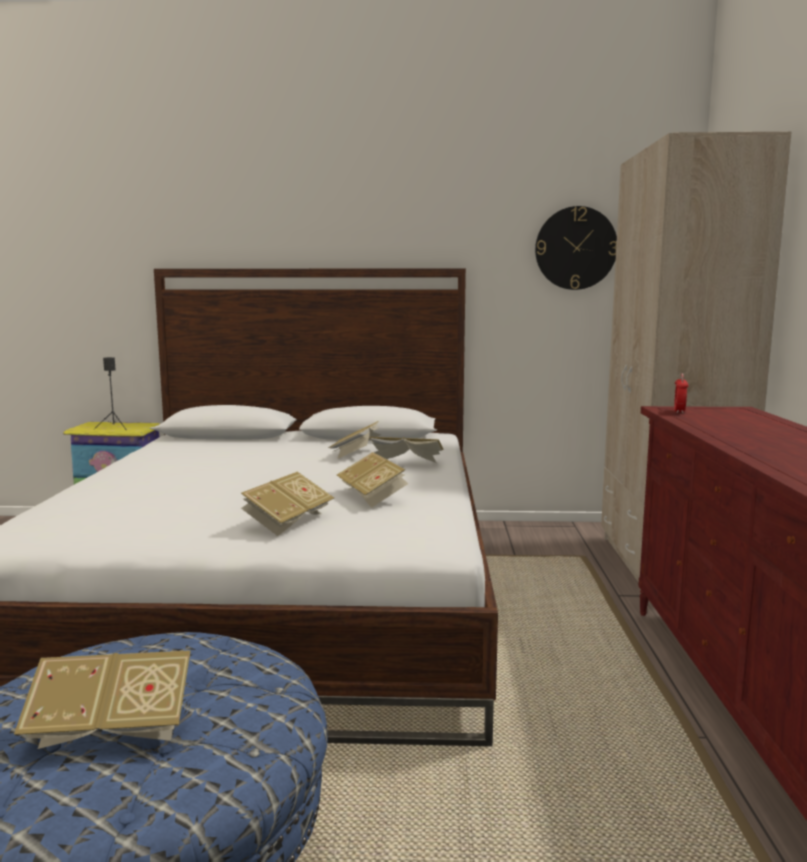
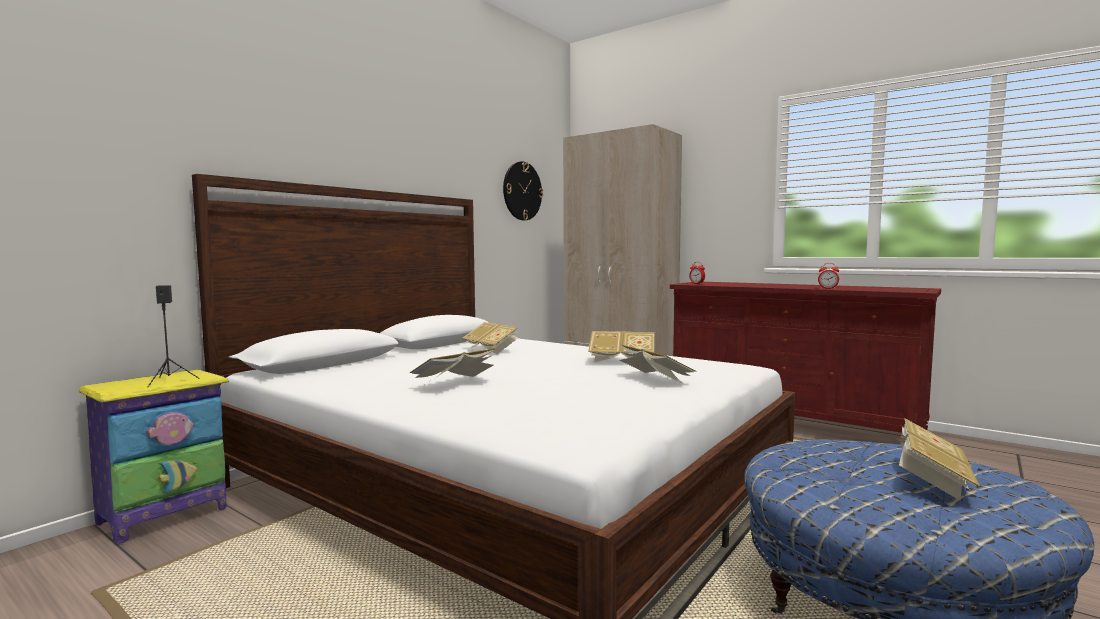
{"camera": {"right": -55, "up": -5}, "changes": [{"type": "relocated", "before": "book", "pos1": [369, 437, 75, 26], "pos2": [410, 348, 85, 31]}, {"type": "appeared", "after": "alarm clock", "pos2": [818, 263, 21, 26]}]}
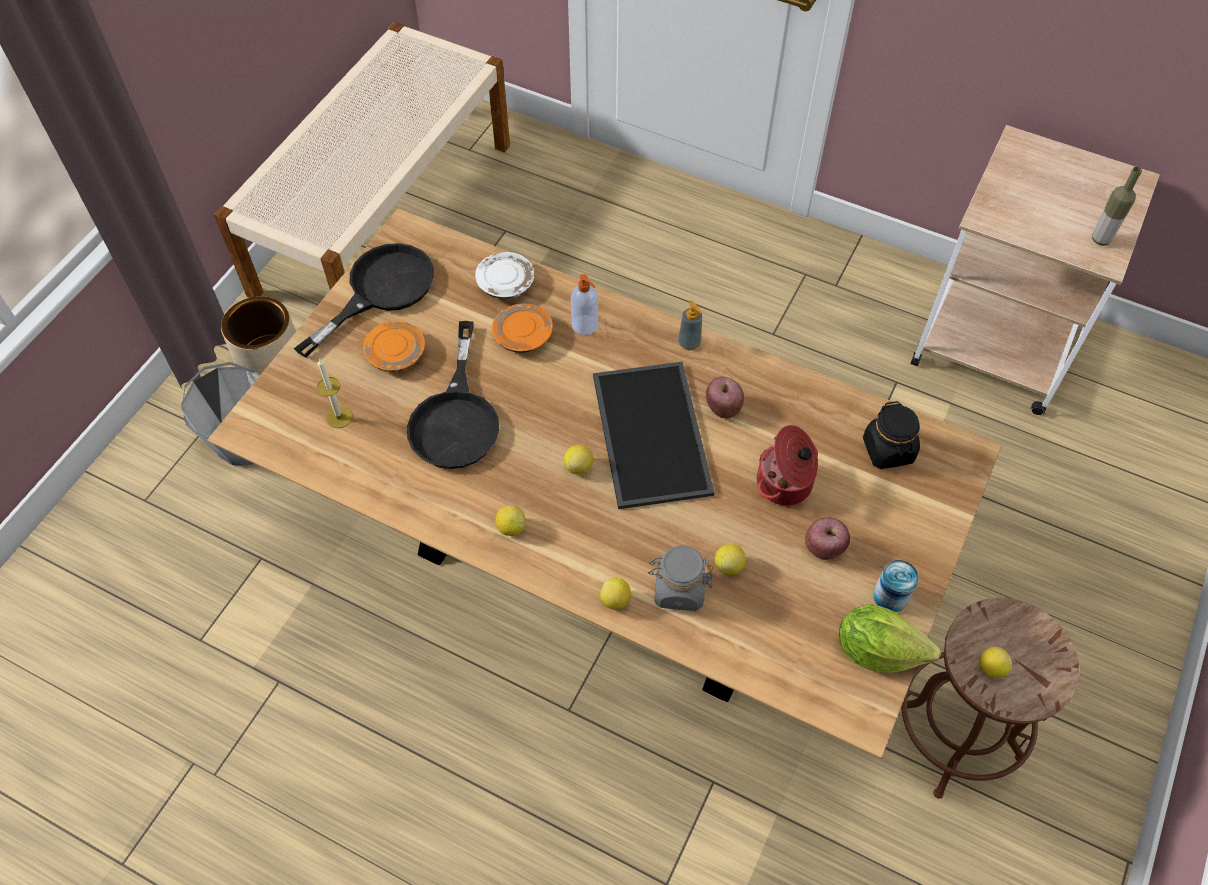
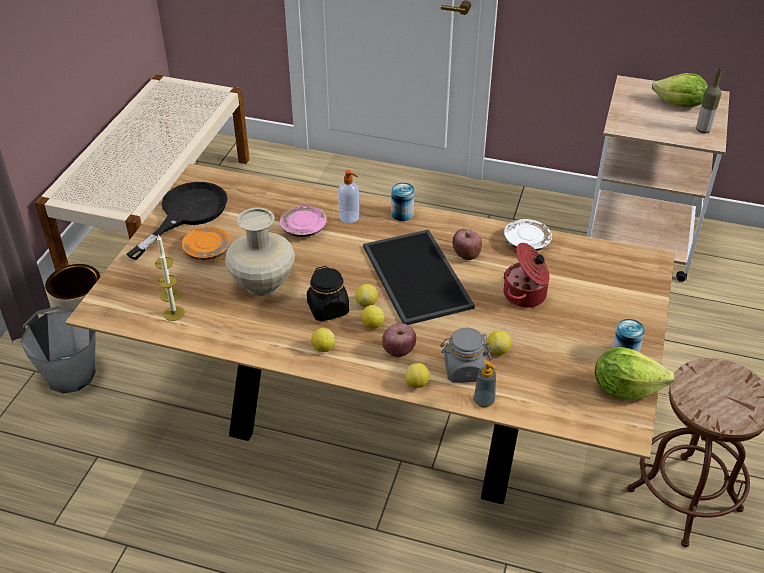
{"camera": {"right": -10, "up": -15}, "changes": [{"type": "relocated", "before": "plate in white", "pos1": [475, 252, 59, 47], "pos2": [504, 219, 48, 32]}, {"type": "relocated", "before": "soap dispenser", "pos1": [678, 301, 24, 49], "pos2": [474, 360, 24, 48]}, {"type": "colour", "before": "plate in orange", "after": "plate in pink", "pos1": [492, 304, 61, 49], "pos2": [280, 206, 47, 31]}, {"type": "exchanged", "before": "frying pan in black", "after": "vase in beige", "pos1": [407, 321, 92, 148], "pos2": [225, 208, 70, 88]}, {"type": "relocated", "before": "jar in black", "pos1": [863, 401, 57, 68], "pos2": [307, 266, 42, 55]}, {"type": "relocated", "before": "apple", "pos1": [805, 518, 45, 42], "pos2": [382, 323, 34, 34]}, {"type": "relocated", "before": "lemon", "pos1": [980, 646, 32, 32], "pos2": [361, 305, 23, 24]}, {"type": "appeared", "after": "lettuce", "pos2": [652, 73, 56, 34]}, {"type": "appeared", "after": "can", "pos2": [391, 183, 23, 38]}, {"type": "appeared", "after": "candle", "pos2": [158, 254, 27, 67]}]}
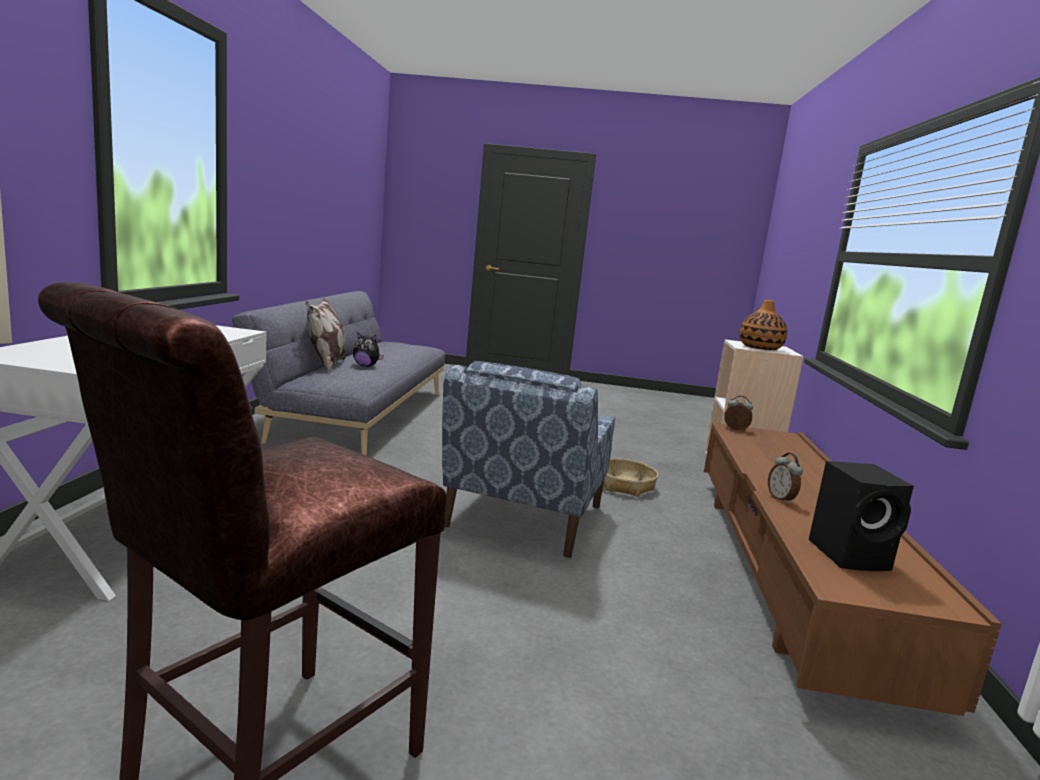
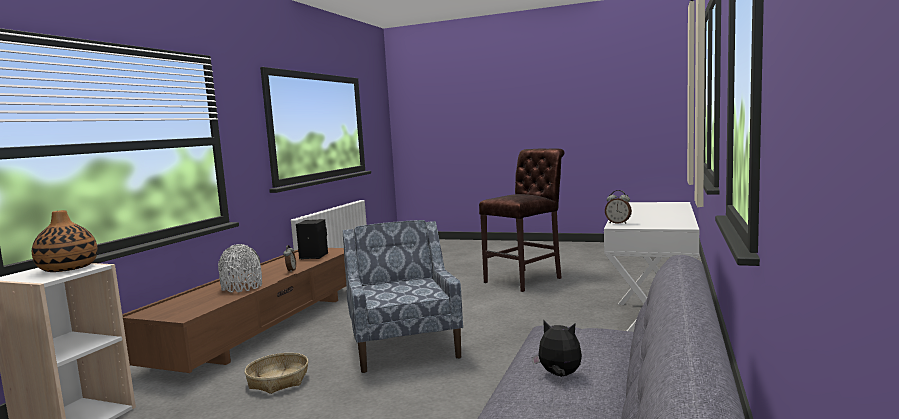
{"camera": {"right": -165, "up": -5}, "changes": [{"type": "missing", "before": "pillow", "pos1": [305, 297, 41, 76]}, {"type": "spun", "before": "armchair in blue", "pos1": [442, 361, 173, 197], "pos2": [343, 220, 120, 153], "turn": -45}, {"type": "relocated", "before": "alarm clock", "pos1": [724, 396, 29, 35], "pos2": [605, 190, 27, 34]}, {"type": "appeared", "after": "vase in grey", "pos2": [218, 244, 44, 49]}]}
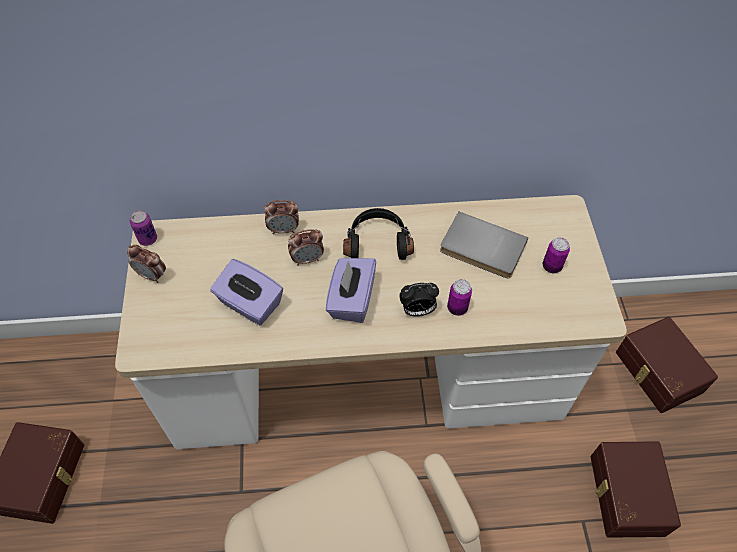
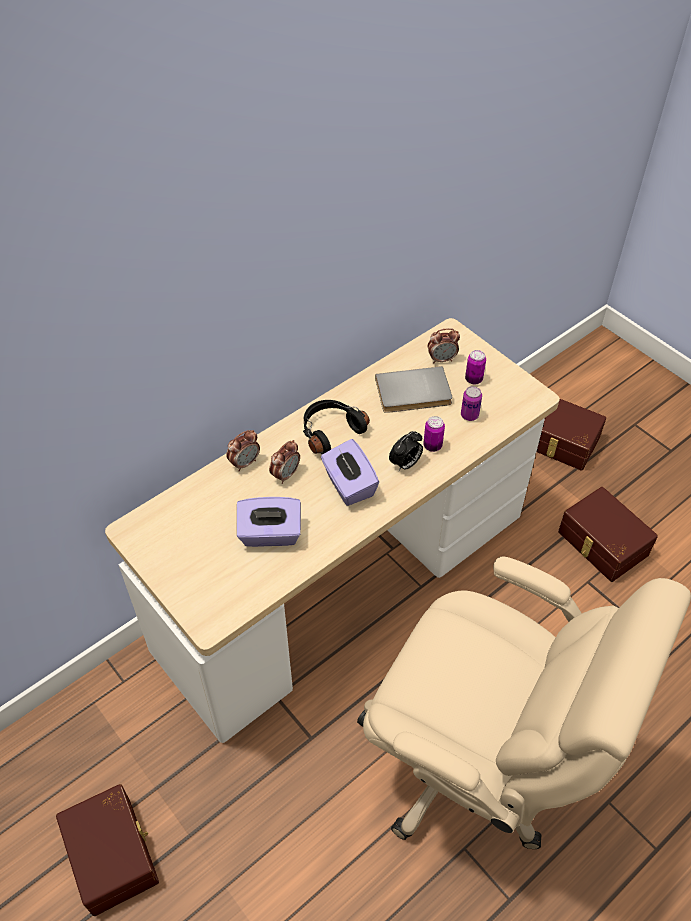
{"camera": {"right": -35, "up": -5}, "changes": [{"type": "relocated", "before": "can", "pos1": [130, 210, 27, 36], "pos2": [461, 386, 21, 35]}, {"type": "relocated", "before": "alarm clock", "pos1": [127, 245, 39, 38], "pos2": [428, 328, 32, 36]}]}
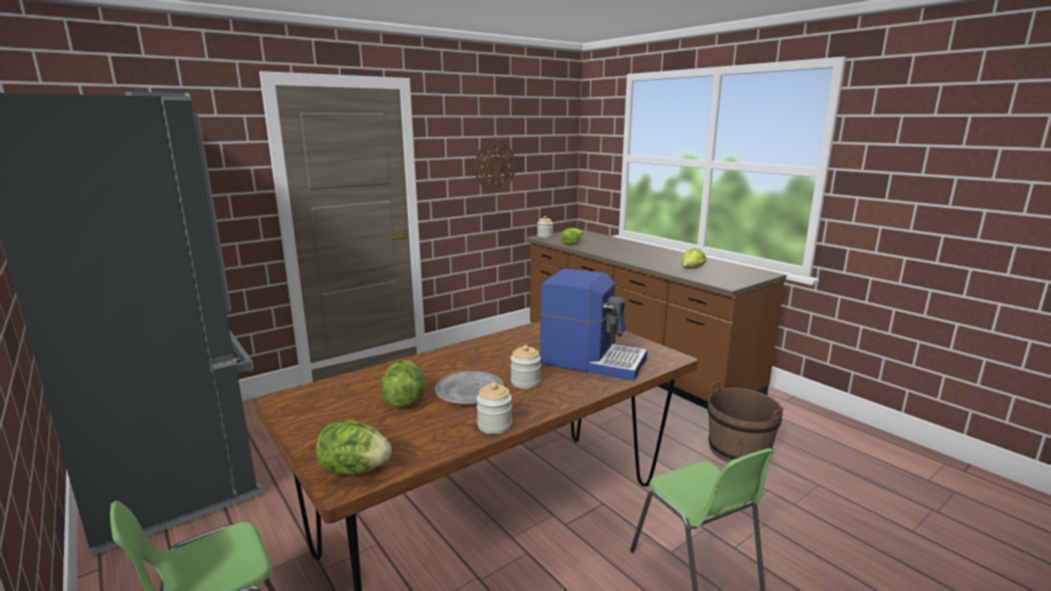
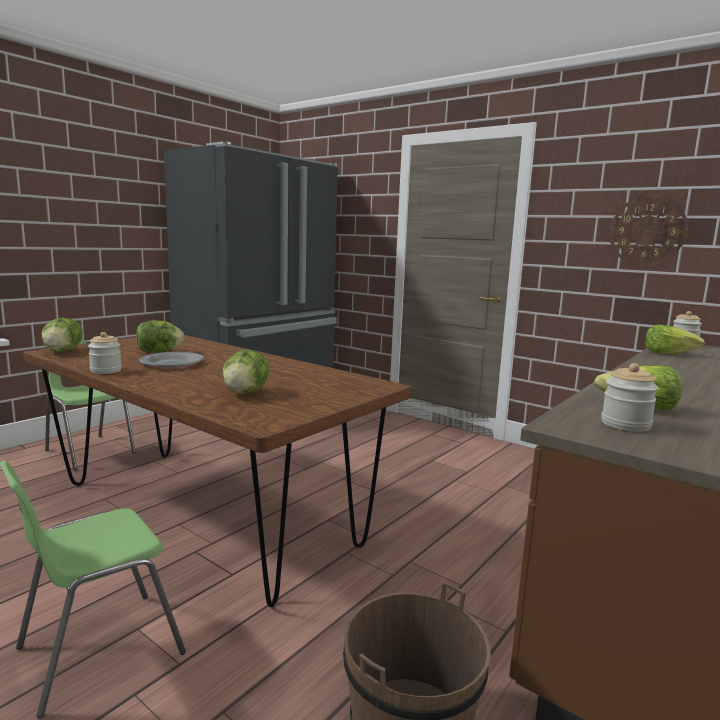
{"camera": {"right": 75, "up": -5}, "changes": [{"type": "exchanged", "before": "coffee machine", "after": "lettuce", "pos1": [540, 269, 107, 112], "pos2": [222, 350, 48, 44]}, {"type": "relocated", "before": "jar", "pos1": [511, 345, 30, 44], "pos2": [601, 363, 57, 69]}]}
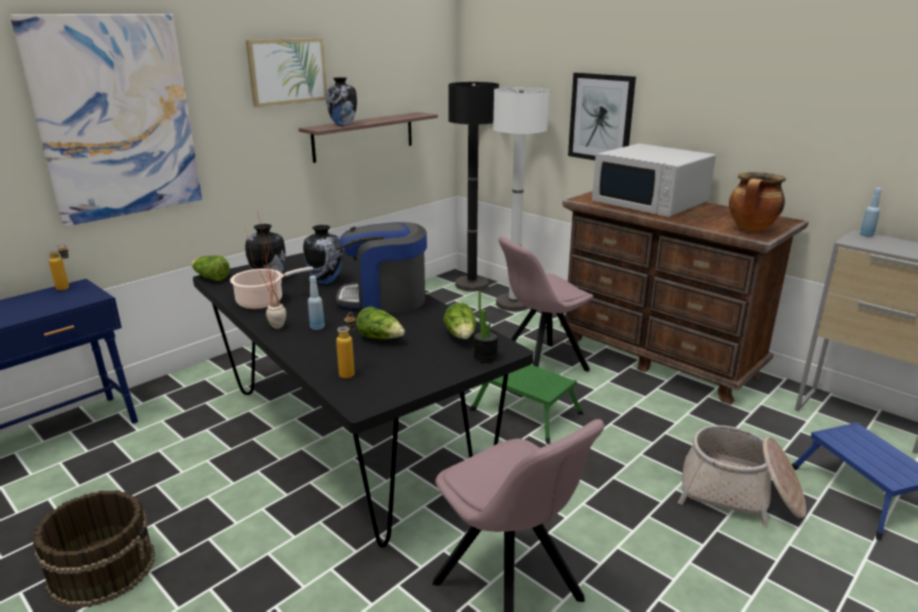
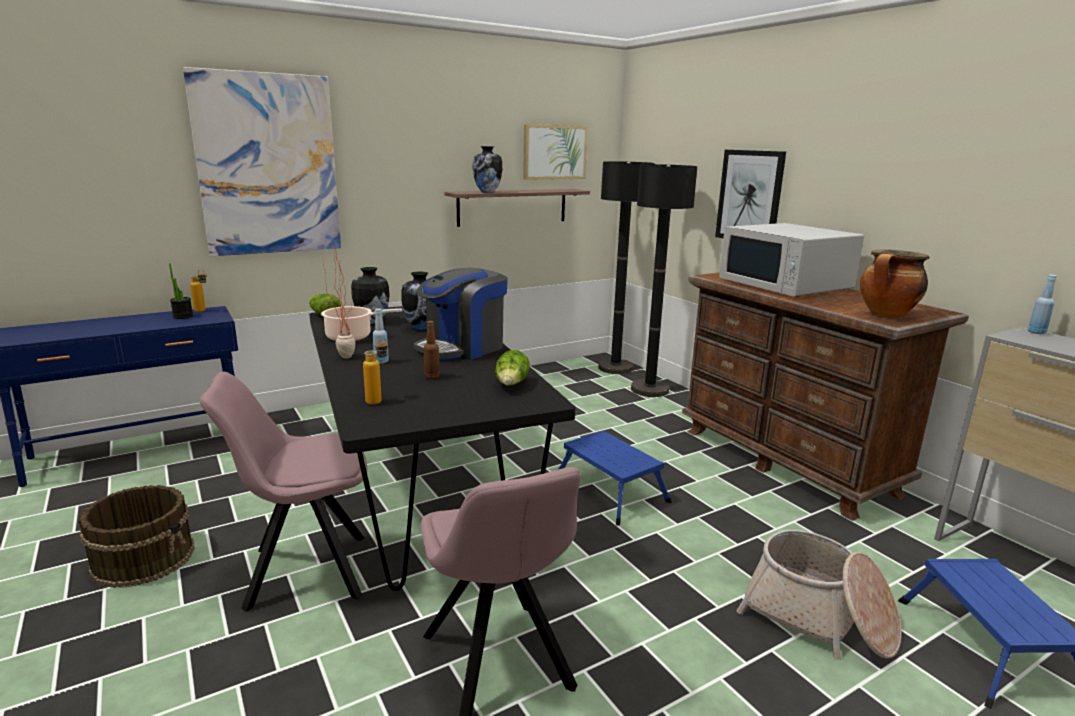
{"camera": {"right": 15, "up": -5}, "changes": [{"type": "relocated", "before": "picture", "pos1": [246, 38, 81, 69], "pos2": [523, 124, 65, 56]}, {"type": "colour", "before": "floor lamp in white", "after": "floor lamp in black", "pos1": [493, 87, 56, 224], "pos2": [631, 164, 67, 233]}, {"type": "spun", "before": "coffee machine", "pos1": [335, 222, 92, 91], "pos2": [414, 267, 94, 93], "turn": -60}, {"type": "relocated", "before": "chair in pink", "pos1": [499, 236, 95, 136], "pos2": [200, 371, 167, 241]}, {"type": "relocated", "before": "potted plant", "pos1": [473, 291, 25, 72], "pos2": [169, 263, 24, 56]}, {"type": "exchanged", "before": "lettuce", "after": "bottle in brown", "pos1": [356, 306, 49, 33], "pos2": [424, 321, 16, 58]}, {"type": "colour", "before": "step ladder in green", "after": "step ladder in blue", "pos1": [470, 365, 114, 79], "pos2": [558, 431, 114, 95]}]}
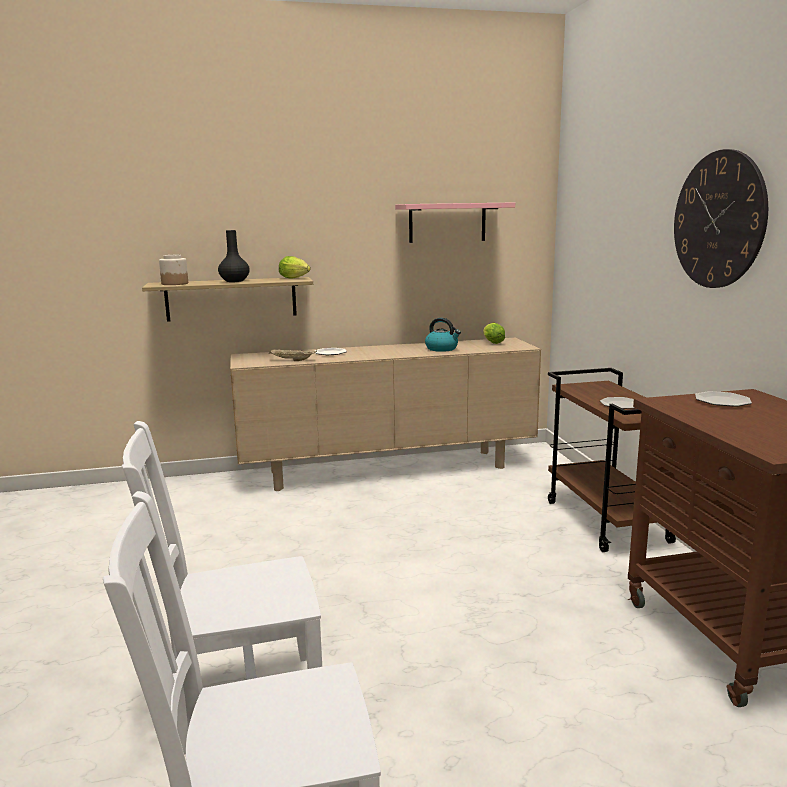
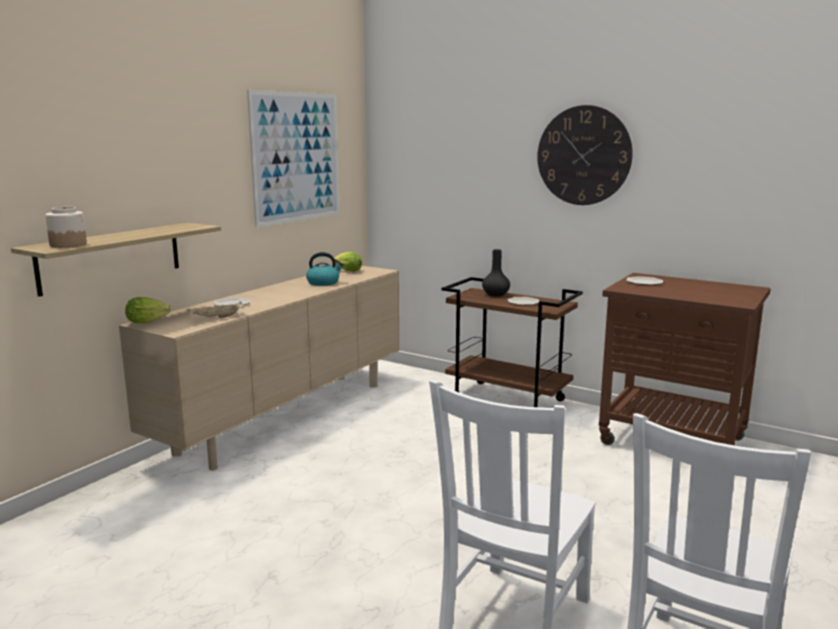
{"camera": {"right": -45, "up": 0}, "changes": [{"type": "exchanged", "before": "shelf in pink", "after": "picture", "pos1": [395, 202, 120, 41], "pos2": [247, 90, 93, 138]}, {"type": "relocated", "before": "vase in black", "pos1": [218, 230, 32, 52], "pos2": [482, 249, 28, 48]}, {"type": "relocated", "before": "lettuce", "pos1": [279, 256, 32, 23], "pos2": [125, 297, 46, 26]}]}
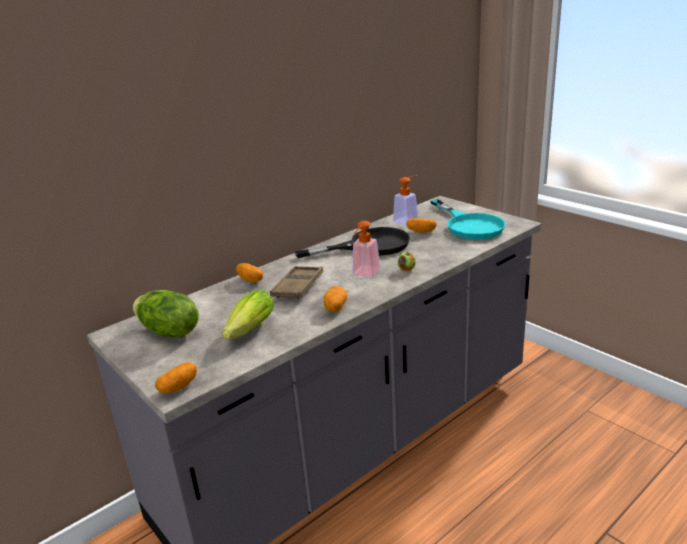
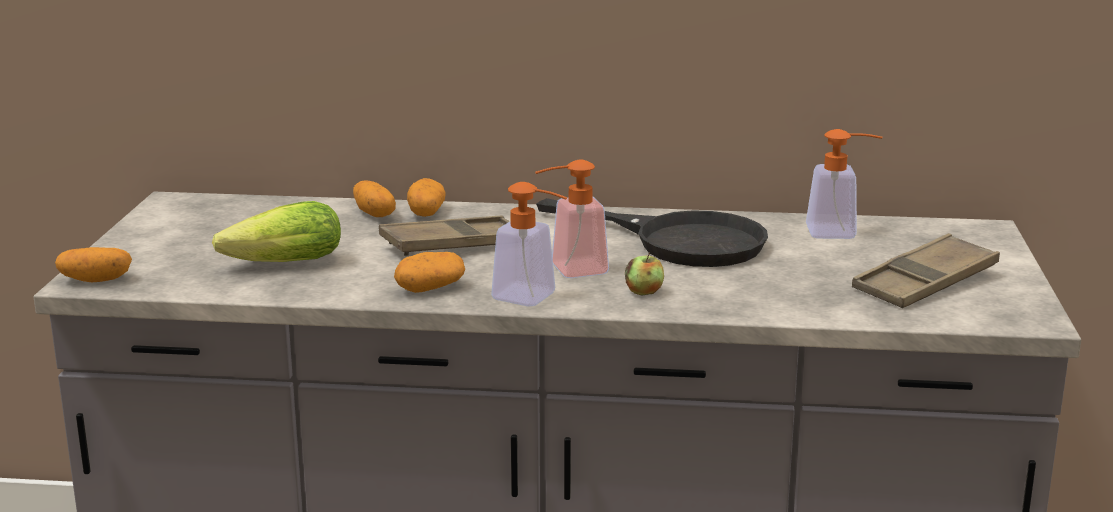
{"camera": {"right": 45, "up": -5}, "changes": [{"type": "exchanged", "before": "frying pan in turquoise", "after": "tray in brown", "pos1": [430, 199, 76, 40], "pos2": [852, 233, 148, 75]}, {"type": "relocated", "before": "potato", "pos1": [406, 218, 31, 15], "pos2": [353, 180, 43, 37]}, {"type": "missing", "before": "lettuce", "pos1": [133, 290, 66, 47]}, {"type": "appeared", "after": "soap dispenser", "pos2": [491, 182, 76, 125]}]}
